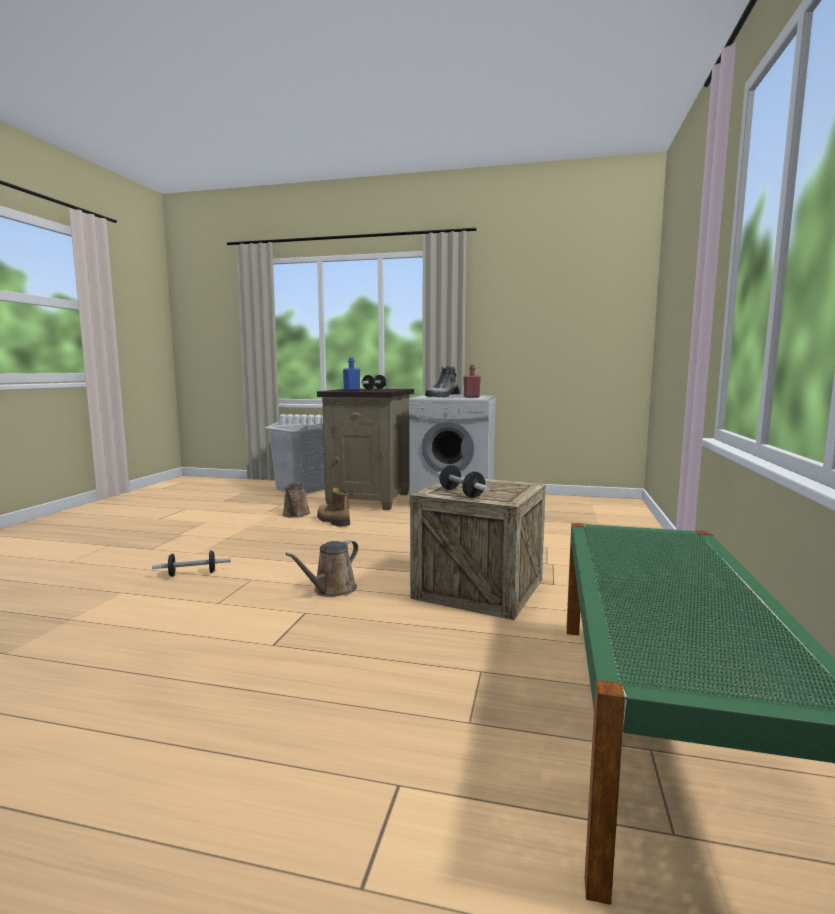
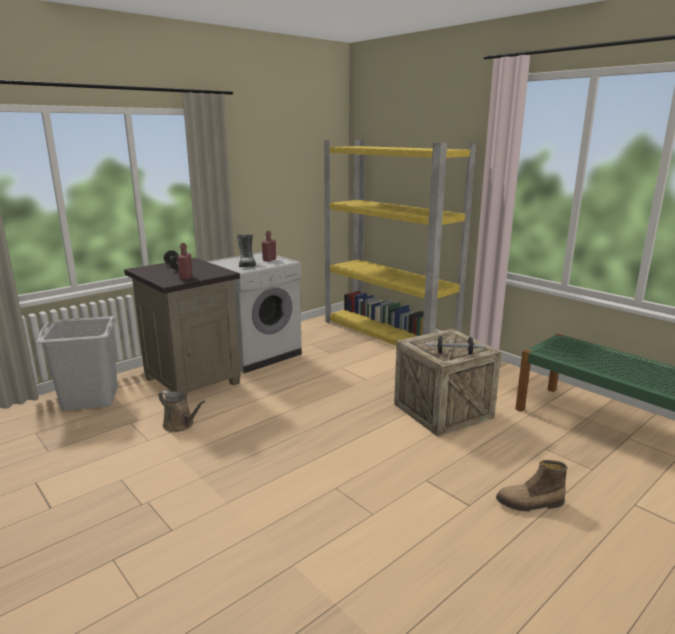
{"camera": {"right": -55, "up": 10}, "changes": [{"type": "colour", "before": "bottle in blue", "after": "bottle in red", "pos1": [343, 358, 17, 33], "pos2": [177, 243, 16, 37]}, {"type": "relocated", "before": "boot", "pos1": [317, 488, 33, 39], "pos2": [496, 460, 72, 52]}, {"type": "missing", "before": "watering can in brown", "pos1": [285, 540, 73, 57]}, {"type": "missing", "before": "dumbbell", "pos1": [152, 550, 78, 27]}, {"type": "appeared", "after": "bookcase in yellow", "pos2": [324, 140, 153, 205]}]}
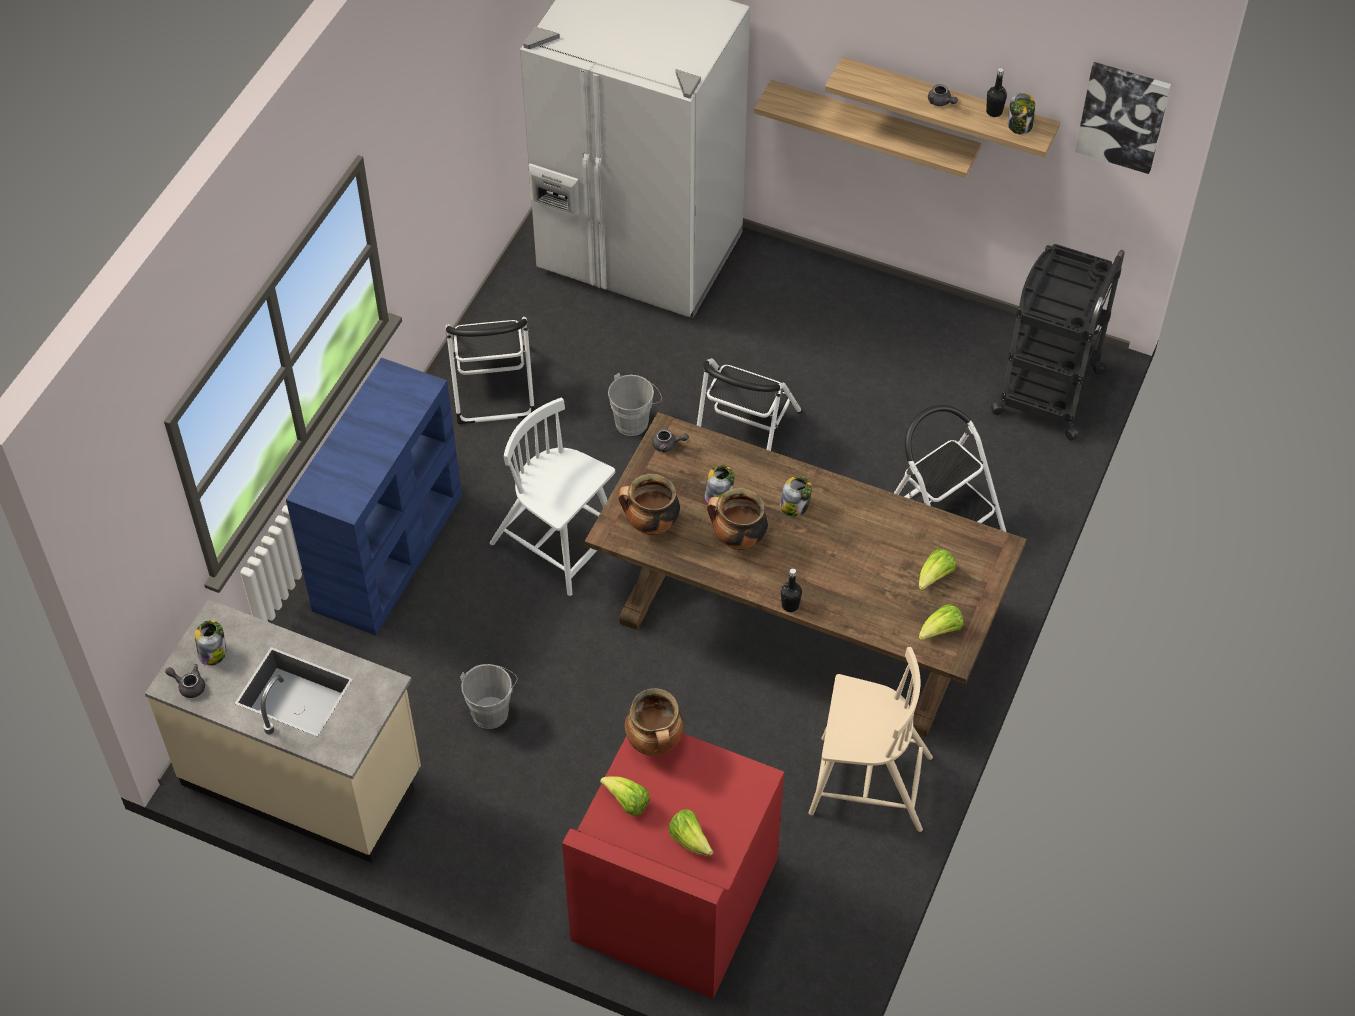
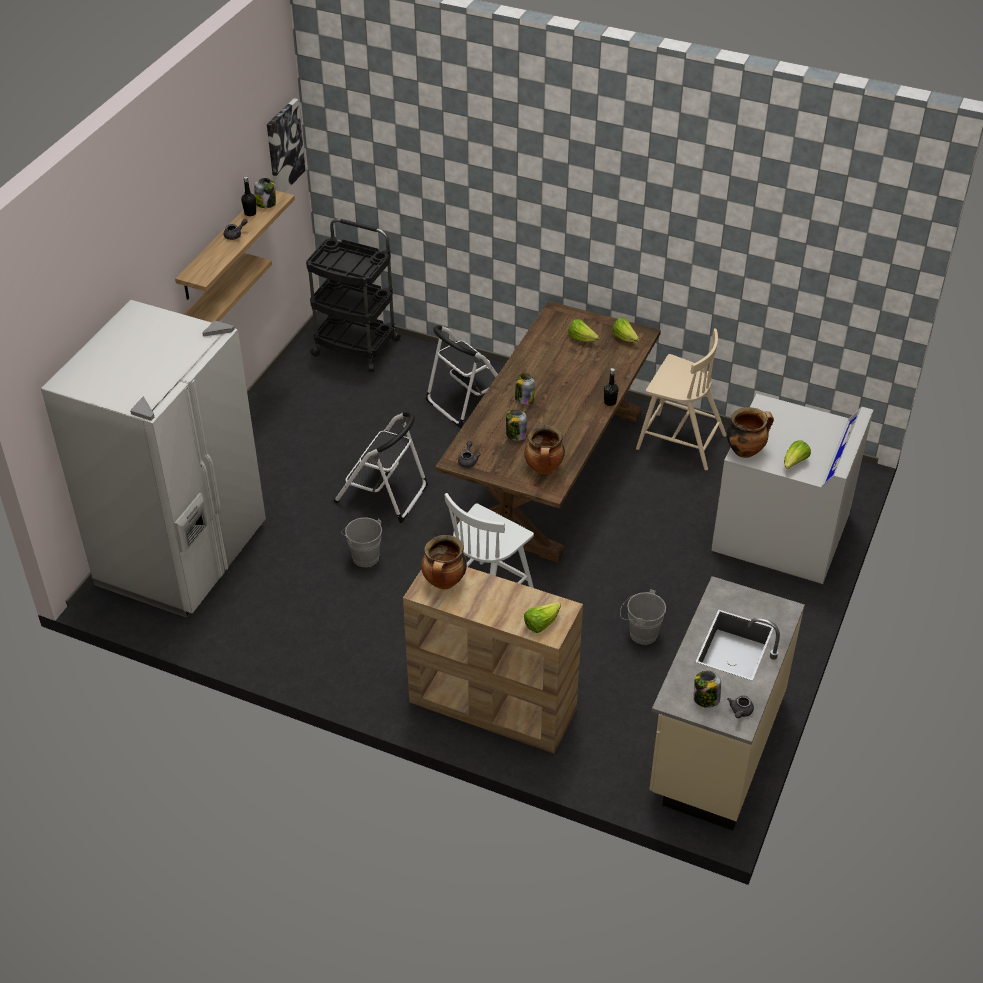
{"camera": {"right": -90, "up": -10}, "changes": [{"type": "missing", "before": "step ladder", "pos1": [446, 317, 89, 107]}, {"type": "colour", "before": "bookcase in blue", "after": "bookcase in brown", "pos1": [286, 358, 176, 278], "pos2": [403, 567, 180, 186]}, {"type": "relocated", "before": "cooking pot", "pos1": [707, 488, 61, 62], "pos2": [421, 535, 46, 54]}, {"type": "spun", "before": "chair in beige", "pos1": [809, 647, 124, 185], "pos2": [636, 329, 91, 141], "turn": 105}, {"type": "colour", "before": "washing machine in red", "after": "washing machine in white", "pos1": [562, 733, 222, 266], "pos2": [711, 394, 162, 190]}, {"type": "relocated", "before": "lettuce", "pos1": [668, 809, 45, 47], "pos2": [524, 602, 37, 31]}]}
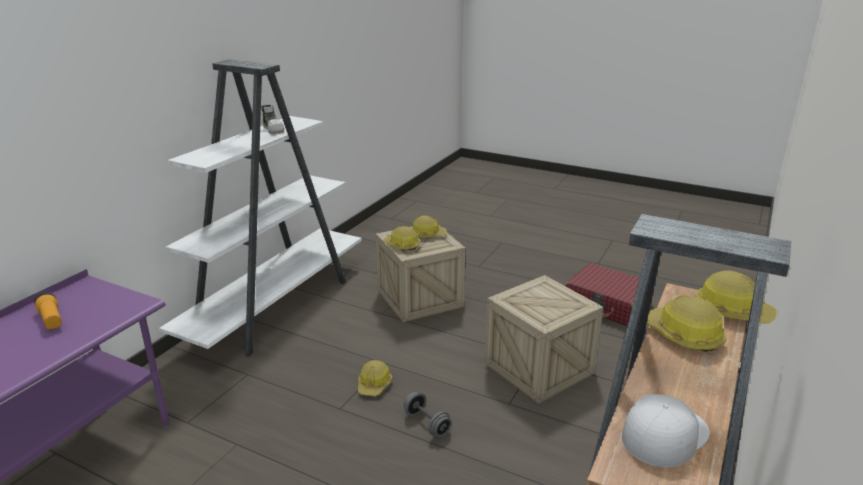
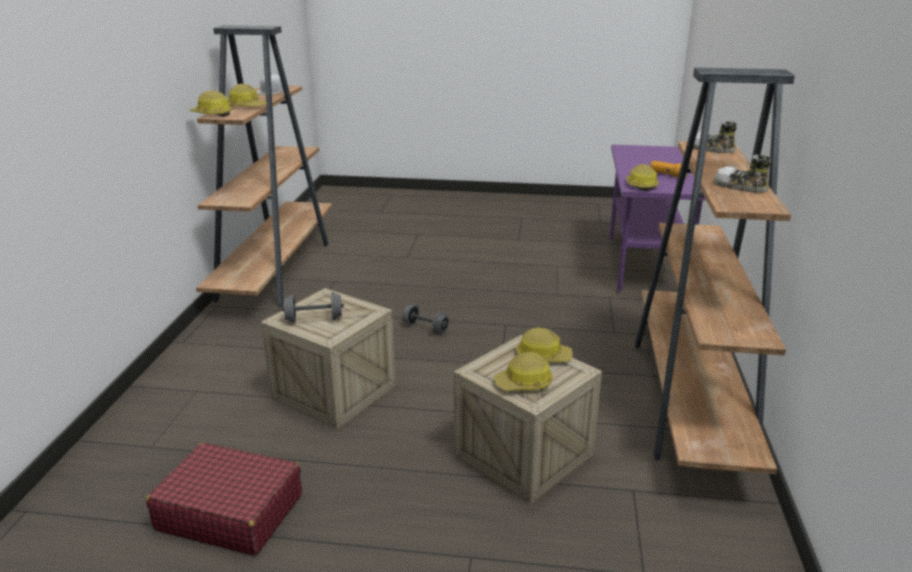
{"camera": {"right": 160, "up": 0}, "changes": [{"type": "colour", "before": "bookcase in white", "after": "bookcase in brown", "pos1": [159, 59, 203, 298], "pos2": [635, 68, 160, 406]}, {"type": "relocated", "before": "hard hat", "pos1": [358, 360, 34, 36], "pos2": [626, 164, 33, 27]}, {"type": "appeared", "after": "shoe", "pos2": [693, 121, 44, 32]}, {"type": "appeared", "after": "dumbbell in grey", "pos2": [282, 292, 62, 31]}]}
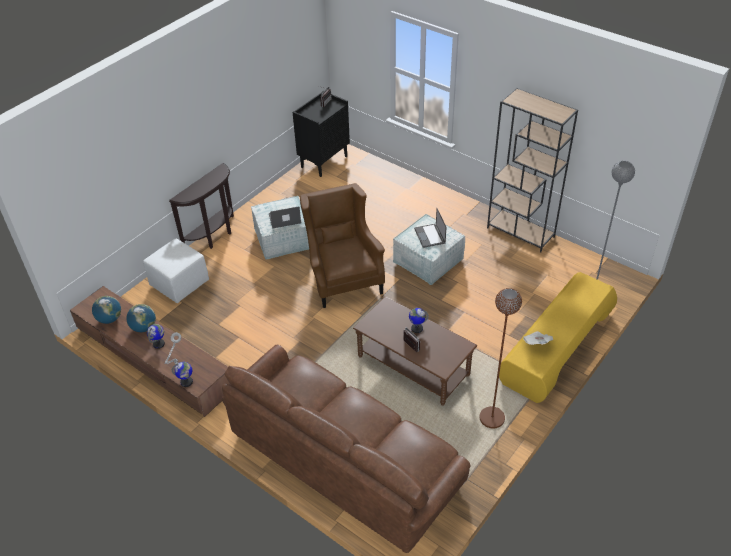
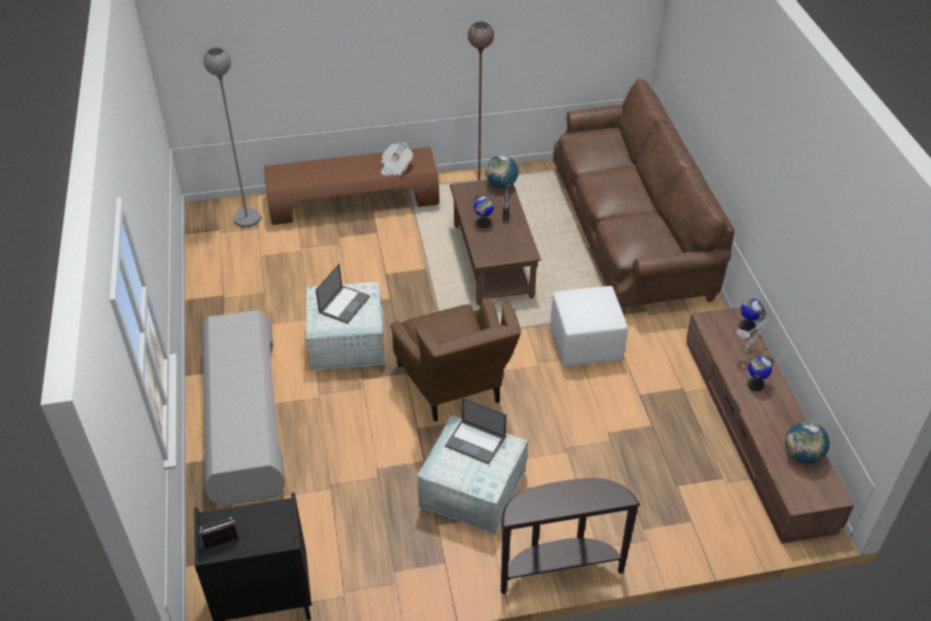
{"camera": {"right": -140, "up": 0}, "changes": [{"type": "missing", "before": "bookcase", "pos1": [487, 88, 91, 164]}, {"type": "spun", "before": "armchair in brown", "pos1": [300, 183, 85, 125], "pos2": [390, 298, 131, 124], "turn": -45}, {"type": "relocated", "before": "ottoman in white", "pos1": [143, 239, 66, 64], "pos2": [550, 286, 78, 81]}, {"type": "colour", "before": "bench in yellow", "after": "bench in brown", "pos1": [499, 272, 118, 131], "pos2": [264, 147, 175, 78]}, {"type": "relocated", "before": "globe", "pos1": [126, 304, 30, 28], "pos2": [485, 155, 34, 33]}, {"type": "appeared", "after": "bench in grey", "pos2": [202, 310, 83, 196]}]}
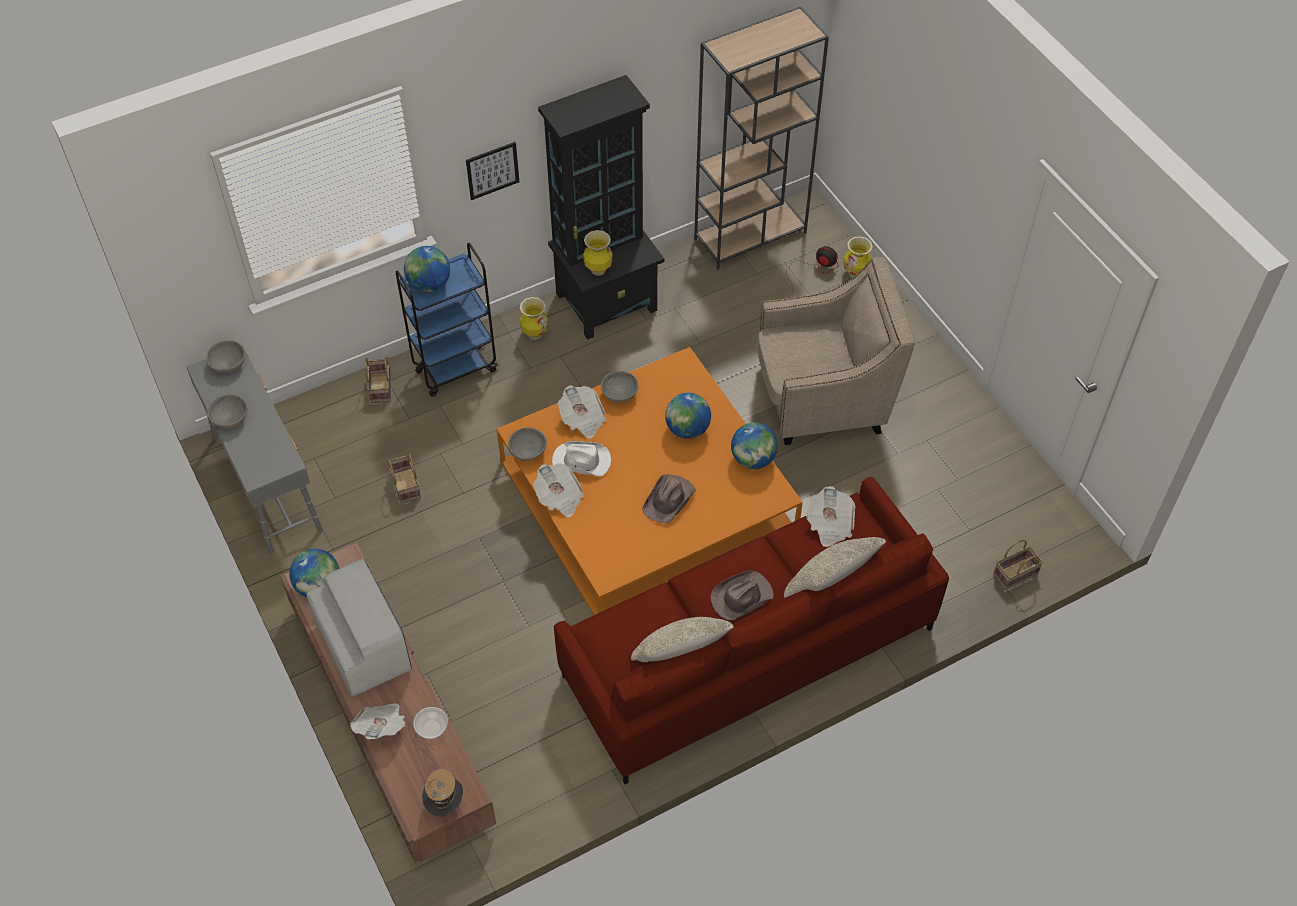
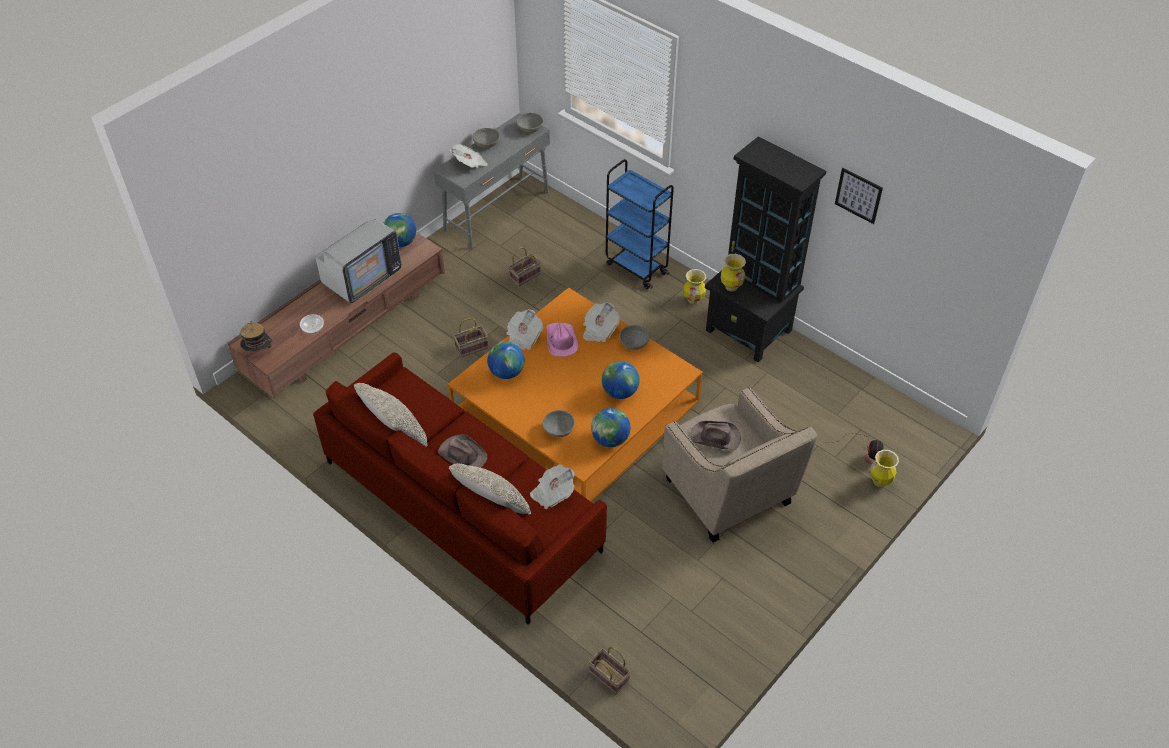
{"camera": {"right": 70, "up": -5}, "changes": [{"type": "missing", "before": "bookcase", "pos1": [694, 6, 135, 263]}, {"type": "relocated", "before": "picture", "pos1": [466, 142, 53, 58], "pos2": [835, 168, 48, 56]}, {"type": "relocated", "before": "globe", "pos1": [404, 246, 46, 46], "pos2": [487, 342, 38, 37]}, {"type": "relocated", "before": "basket", "pos1": [364, 356, 27, 47], "pos2": [453, 318, 36, 40]}, {"type": "relocated", "before": "bowl in grey", "pos1": [508, 427, 39, 34], "pos2": [542, 410, 33, 27]}, {"type": "colour", "before": "hat in white", "after": "hat in pink", "pos1": [552, 441, 59, 35], "pos2": [547, 323, 31, 34]}, {"type": "relocated", "before": "hat in brown", "pos1": [642, 474, 54, 49], "pos2": [691, 421, 50, 29]}, {"type": "relocated", "before": "newspaper", "pos1": [350, 703, 56, 36], "pos2": [450, 144, 38, 24]}]}
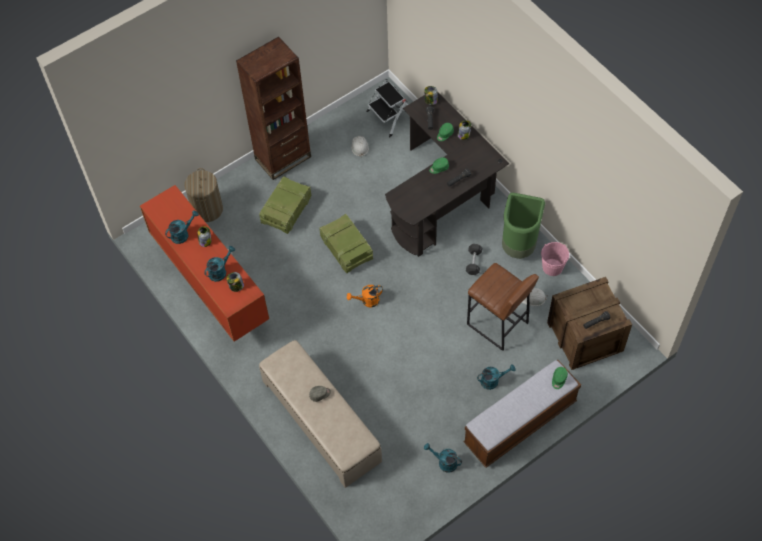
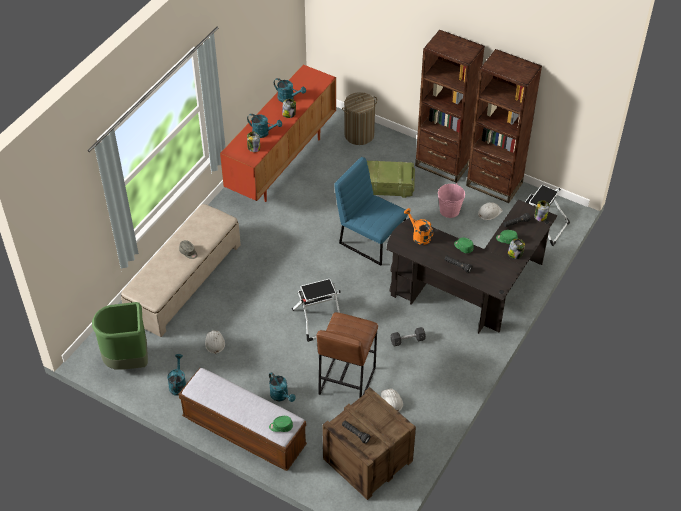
{"camera": {"right": 65, "up": -10}, "changes": [{"type": "relocated", "before": "trash can in green", "pos1": [502, 193, 43, 66], "pos2": [92, 302, 56, 68]}, {"type": "exchanged", "before": "crate", "after": "chair in blue", "pos1": [319, 214, 54, 59], "pos2": [334, 157, 74, 109]}, {"type": "relocated", "before": "bucket in pink", "pos1": [541, 242, 28, 34], "pos2": [438, 183, 27, 35]}, {"type": "relocated", "before": "watering can in orange", "pos1": [347, 285, 36, 22], "pos2": [404, 208, 29, 37]}, {"type": "appeared", "after": "bookcase in brown", "pos2": [466, 49, 76, 154]}, {"type": "appeared", "after": "step ladder", "pos2": [292, 279, 49, 63]}, {"type": "appeared", "after": "hard hat in white", "pos2": [205, 330, 20, 25]}]}
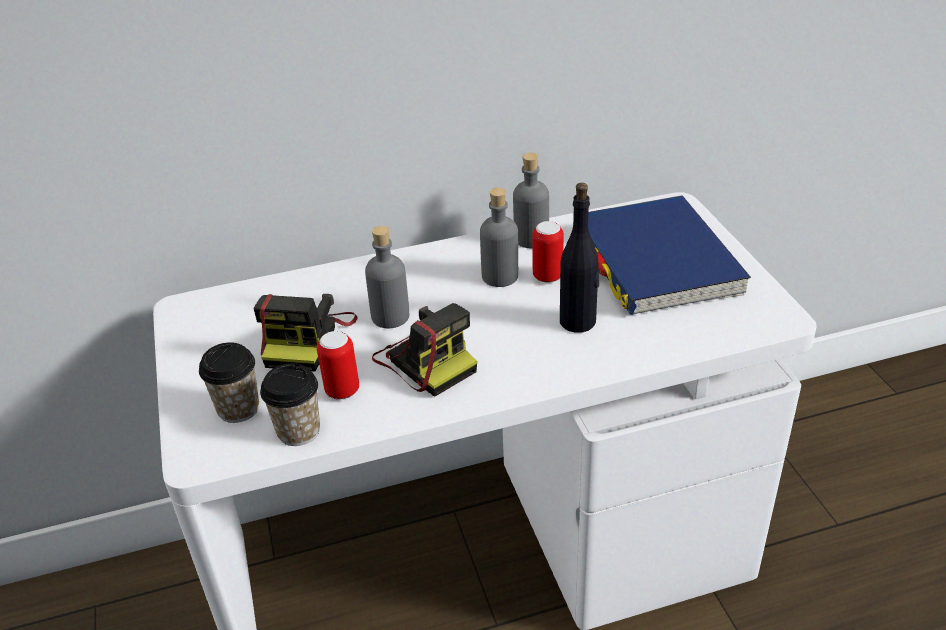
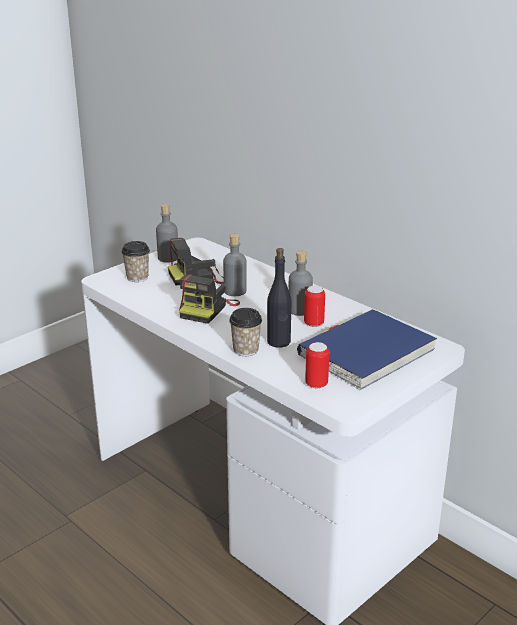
{"camera": {"right": 60, "up": -10}, "changes": [{"type": "relocated", "before": "bottle in grey", "pos1": [513, 153, 36, 95], "pos2": [156, 204, 22, 59]}, {"type": "relocated", "before": "can", "pos1": [317, 331, 42, 69], "pos2": [305, 342, 24, 46]}, {"type": "relocated", "before": "cup", "pos1": [260, 363, 60, 83], "pos2": [229, 308, 33, 48]}]}
